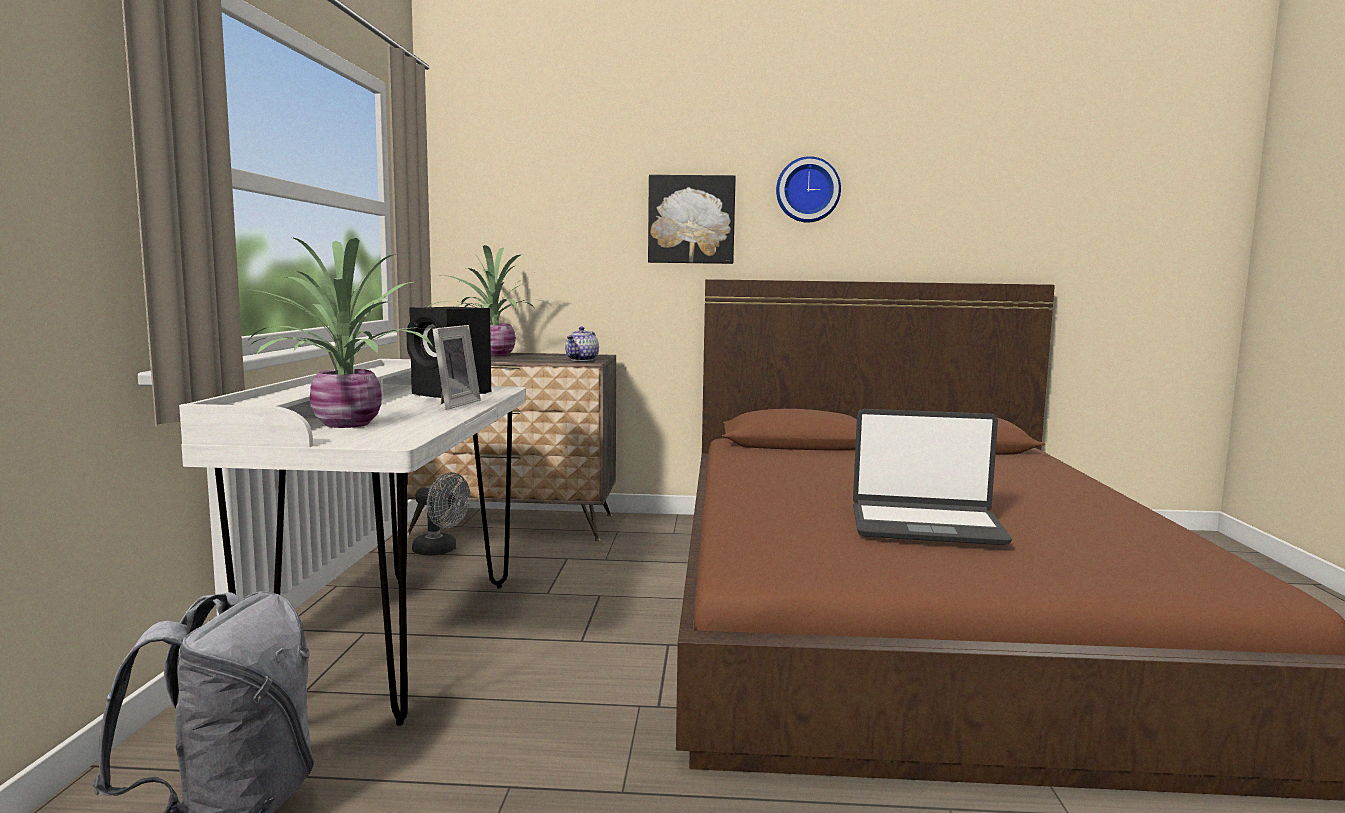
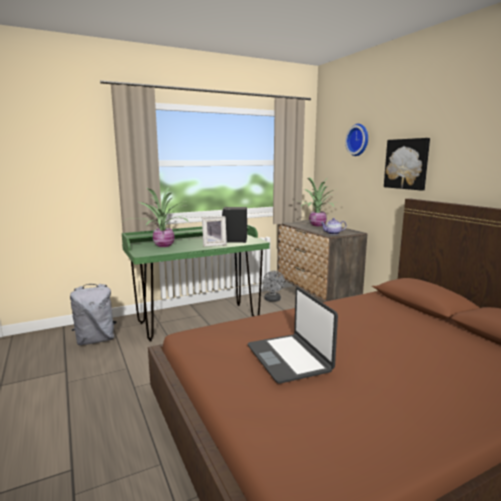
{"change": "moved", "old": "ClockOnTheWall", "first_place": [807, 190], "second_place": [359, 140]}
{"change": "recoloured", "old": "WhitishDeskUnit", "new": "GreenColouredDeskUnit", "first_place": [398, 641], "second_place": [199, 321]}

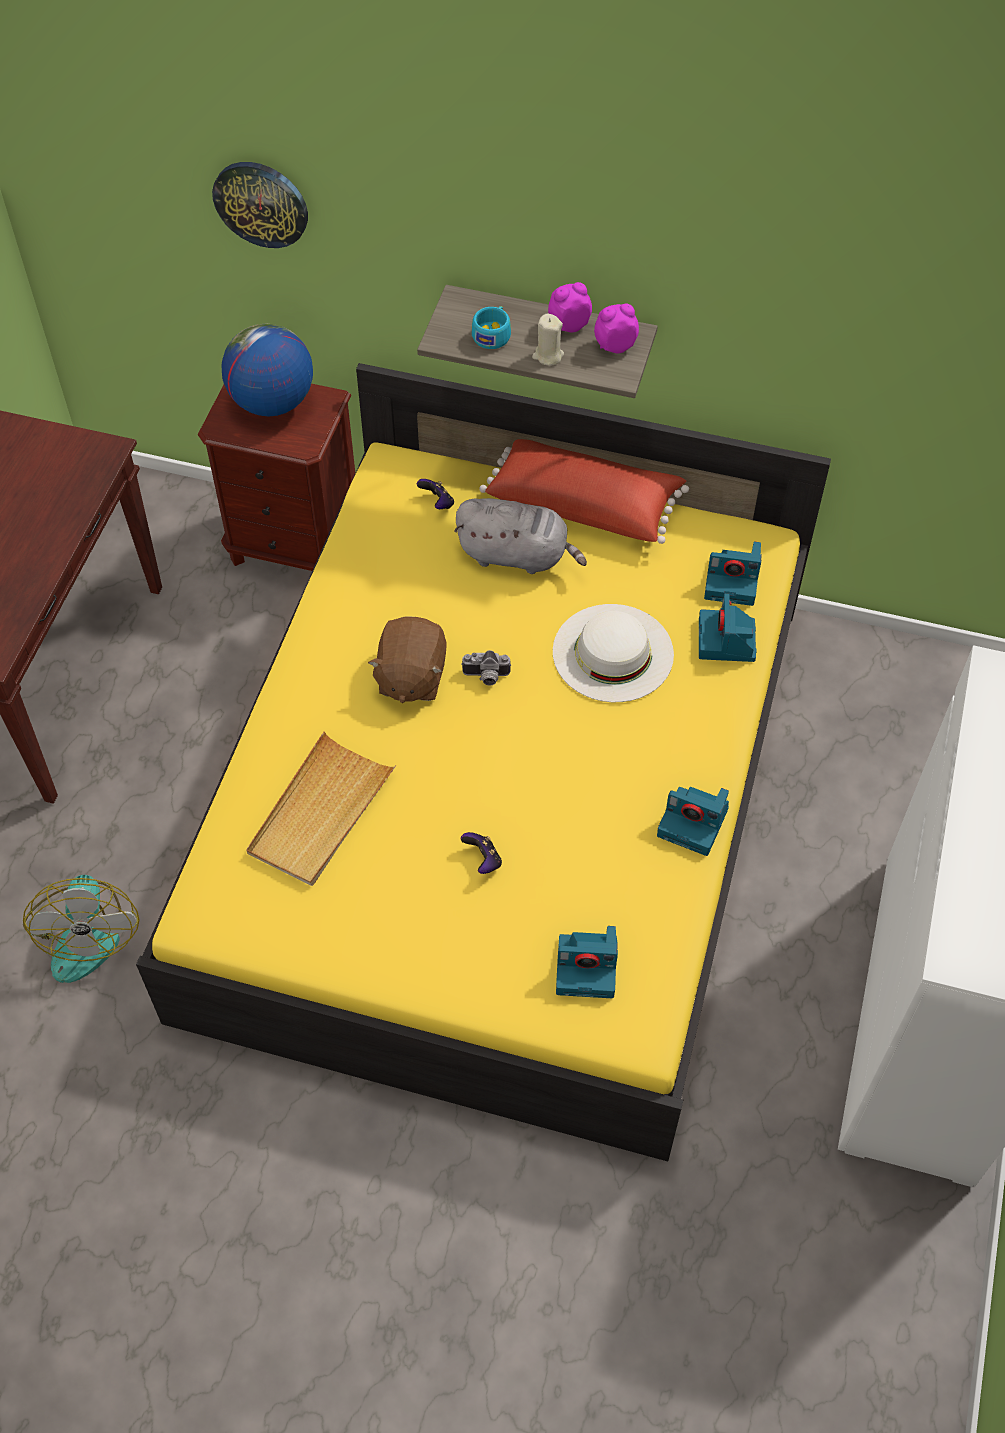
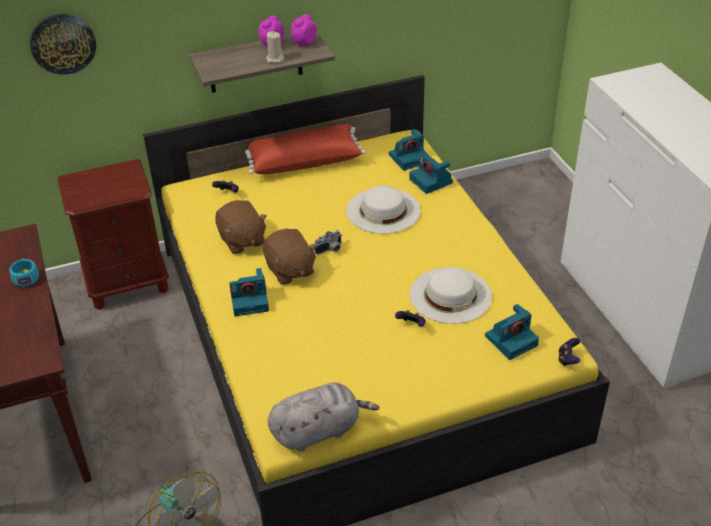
{"change": "moved", "old": "TurquoiseColouredCup", "first_place": [493, 334], "second_place": [26, 277]}
{"change": "removed", "old": "DeskGlobe", "first_place": [272, 402]}
{"change": "moved", "old": "GreySoftToy", "first_place": [517, 555], "second_place": [319, 430]}
{"change": "removed", "old": "BeigeServingTray", "first_place": [320, 813]}
{"change": "moved", "old": "StillCamera", "first_place": [694, 822], "second_place": [250, 300]}
{"change": "added", "new": "BrownColouredSoftToy", "second_place": [242, 240]}
{"change": "added", "new": "WhitishWearableHat", "second_place": [450, 295]}
{"change": "added", "new": "GameController", "second_place": [568, 359]}

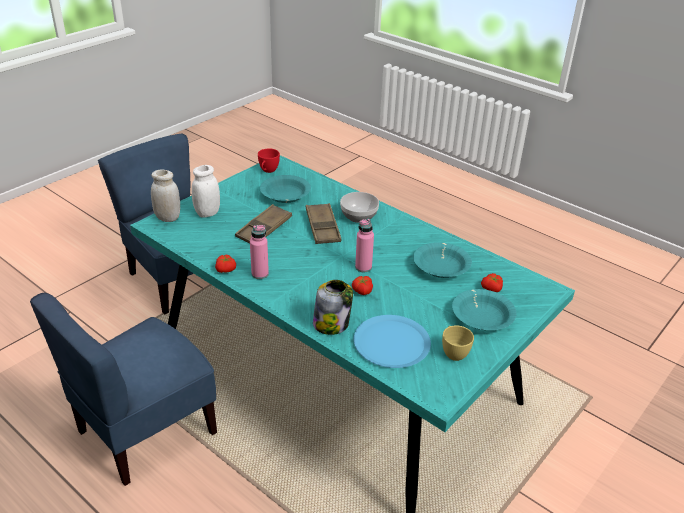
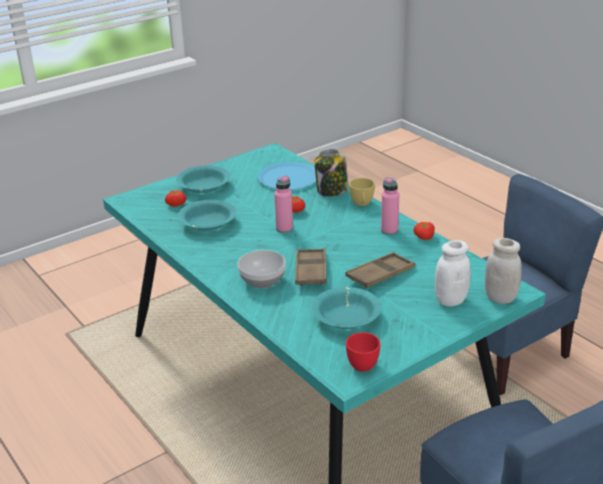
{"change": "moved", "old": "YellowCup", "first_place": [453, 352], "second_place": [362, 204]}

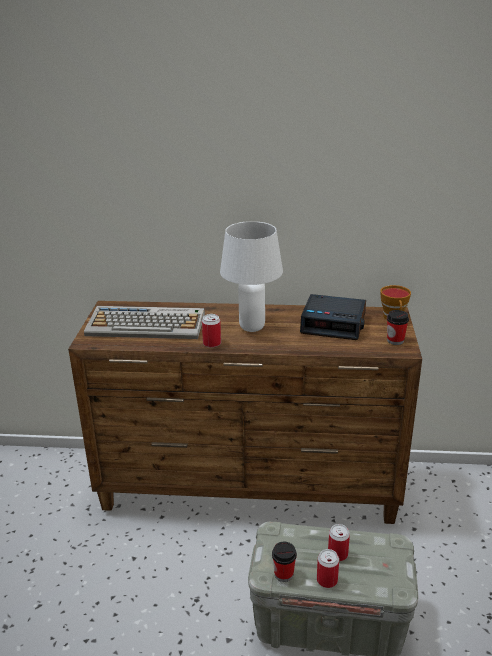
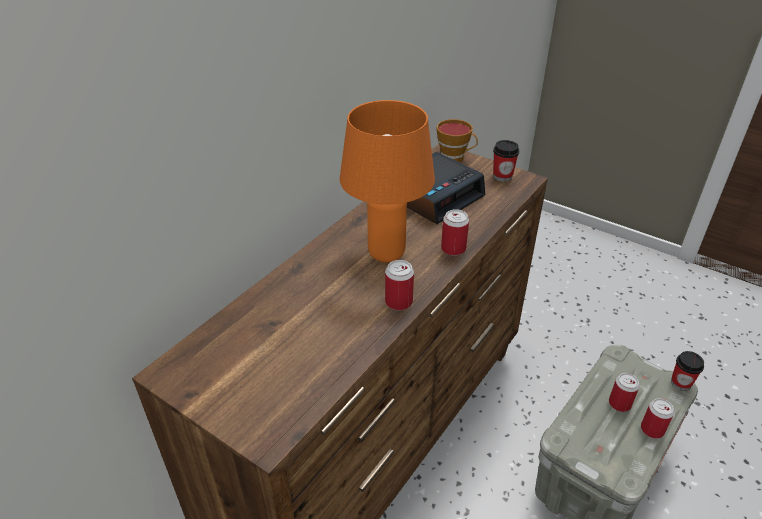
{"change": "recoloured", "old": "WhitishTabletopLamp", "new": "OrangeyTabletopLamp", "first_place": [251, 327], "second_place": [385, 253]}
{"change": "removed", "old": "ComputerKeyboard", "first_place": [147, 324]}
{"change": "moved", "old": "Cup", "first_place": [283, 574], "second_place": [681, 383]}
{"change": "added", "new": "MetalCan", "second_place": [453, 249]}

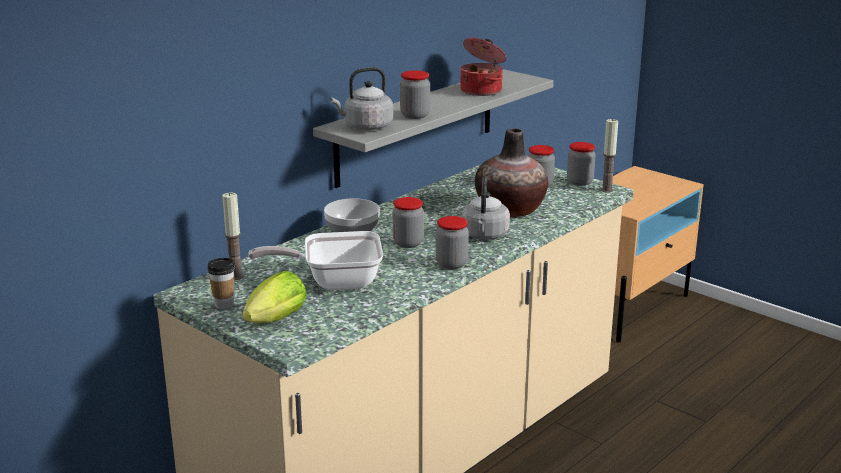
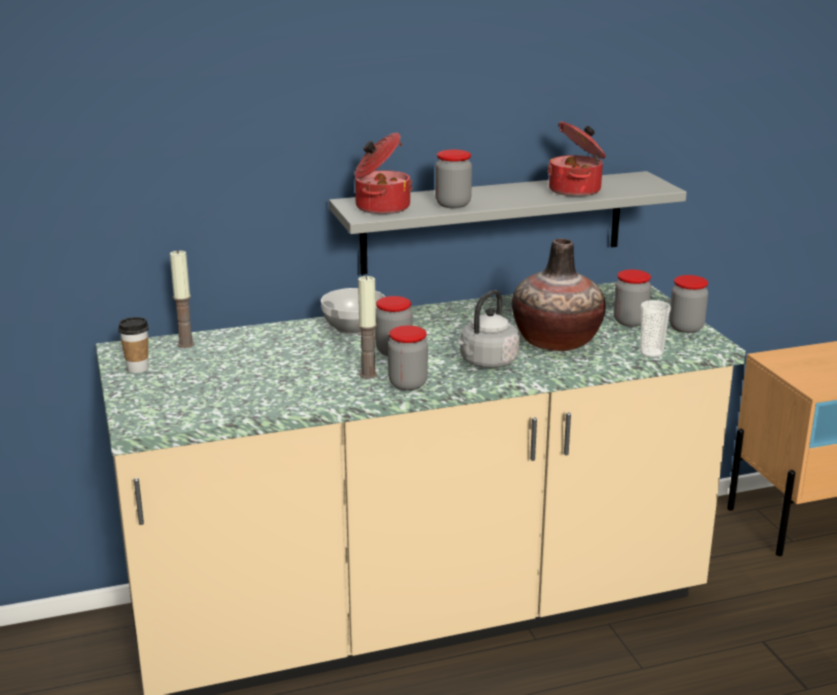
{"change": "replaced", "old": "GreyKettle", "new": "CookingPot", "first_place": [366, 127], "second_place": [381, 207]}
{"change": "moved", "old": "WaxCandle", "first_place": [607, 190], "second_place": [368, 375]}
{"change": "removed", "old": "FryingPan", "first_place": [334, 282]}
{"change": "removed", "old": "HeadOfLettuce", "first_place": [273, 322]}
{"change": "added", "new": "Cup", "second_place": [651, 353]}

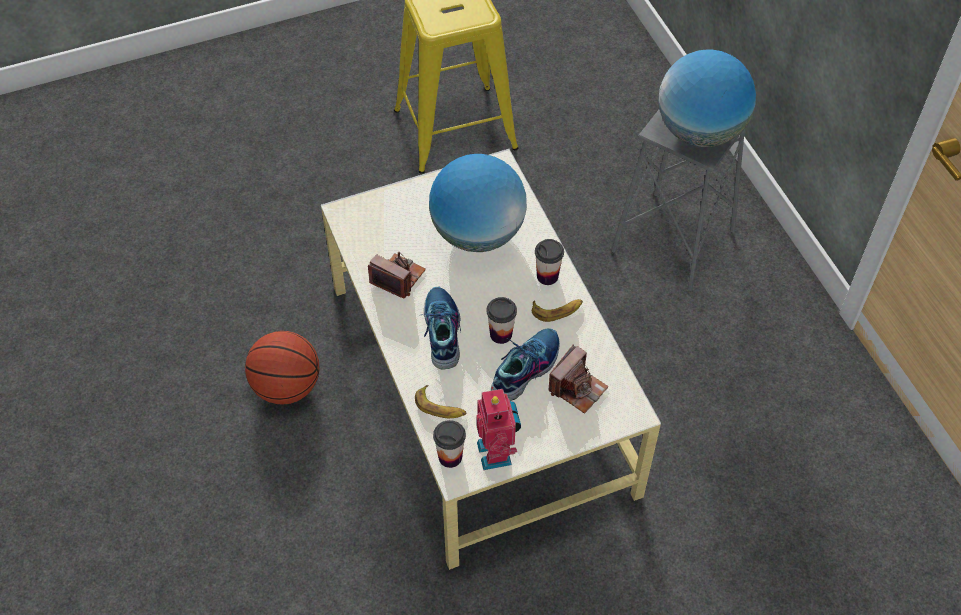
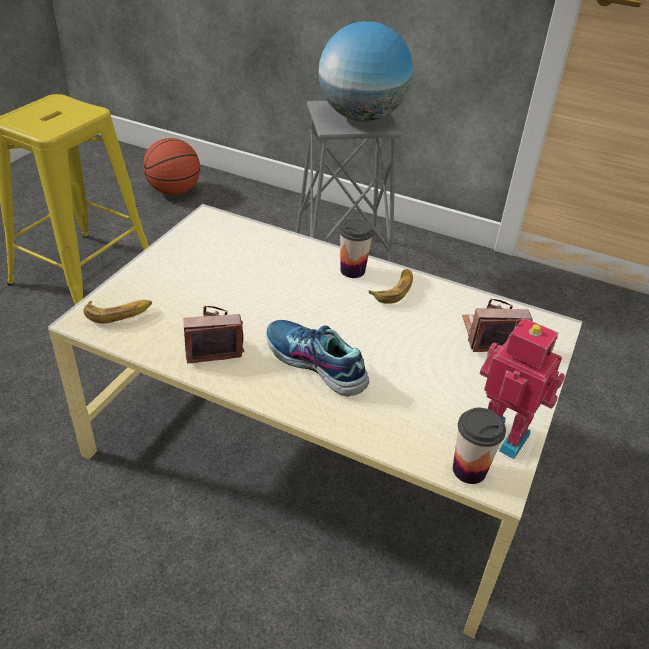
{"change": "removed", "old": "DeskGlobe", "first_place": [478, 233]}
{"change": "removed", "old": "Cup", "first_place": [501, 334]}
{"change": "removed", "old": "ItemOfFootwear", "first_place": [525, 368]}
{"change": "moved", "old": "BallForBasketball", "first_place": [286, 387], "second_place": [174, 192]}
{"change": "turned", "old": "StillCamera", "first_place": [577, 388], "second_place": [490, 335], "degrees": -90}
{"change": "moved", "old": "BananaFruit", "first_place": [440, 407], "second_place": [119, 313]}

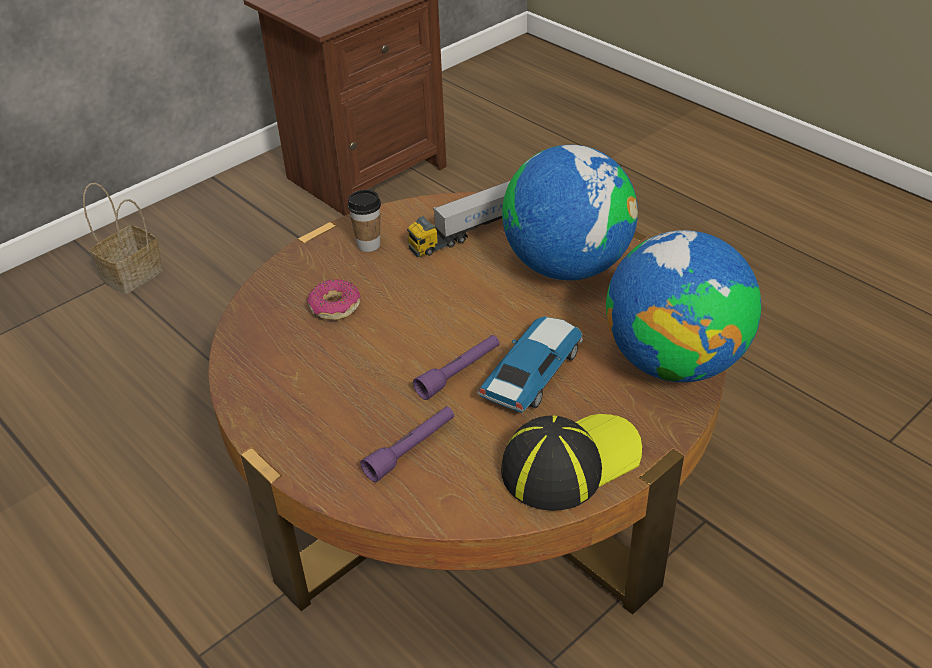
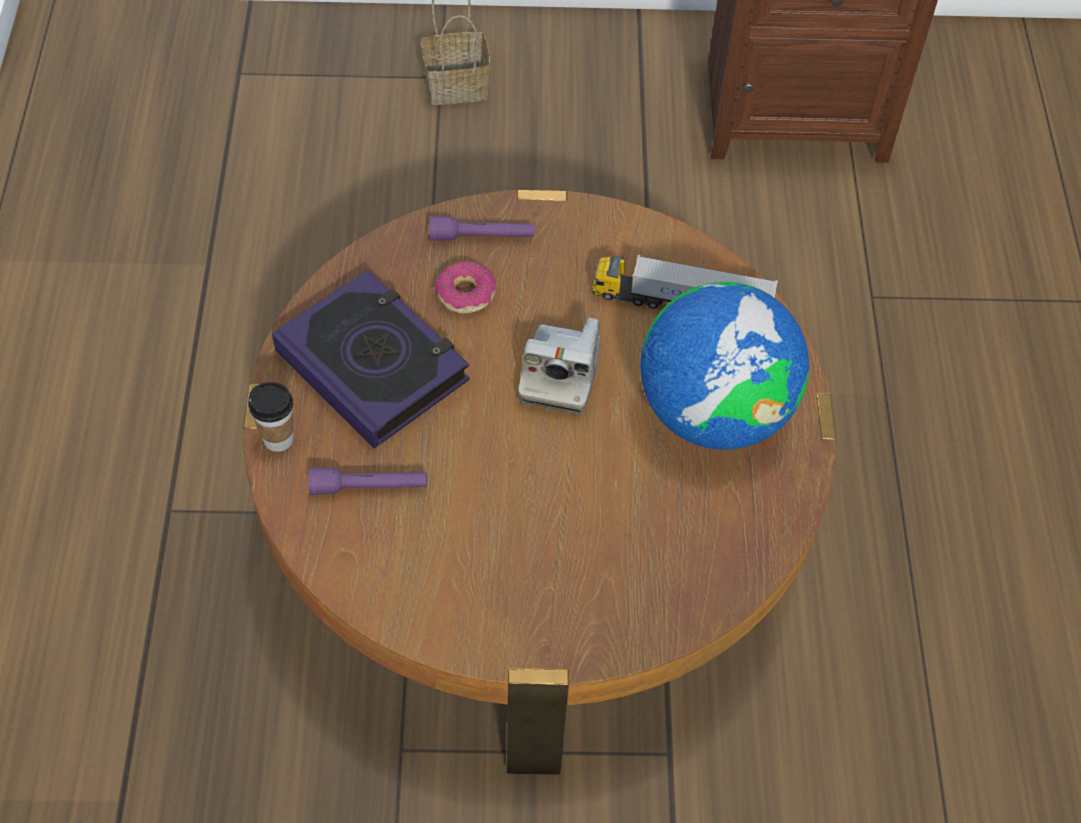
{"change": "moved", "old": "Cup", "first_place": [368, 245], "second_place": [278, 439]}
{"change": "removed", "old": "DeskGlobe", "first_place": [675, 361]}
{"change": "removed", "old": "ToyCar", "first_place": [533, 372]}
{"change": "moved", "old": "PurplishHandTorch", "first_place": [459, 373], "second_place": [482, 237]}
{"change": "removed", "old": "BaseballCap", "first_place": [570, 462]}
{"change": "added", "new": "Book", "second_place": [372, 365]}
{"change": "added", "new": "StillCamera", "second_place": [559, 374]}

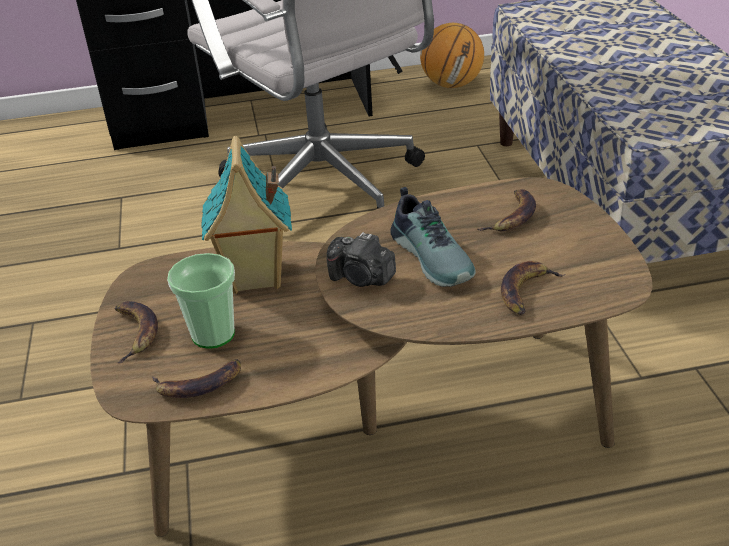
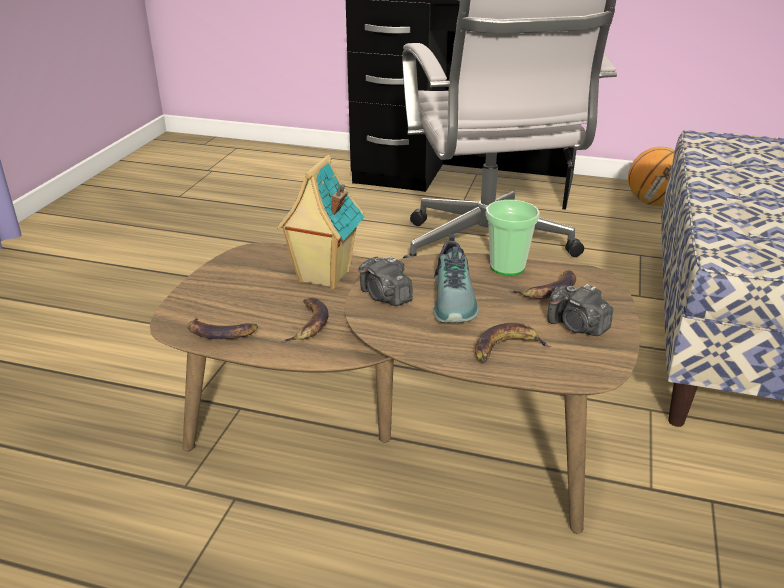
{"change": "moved", "old": "Cup", "first_place": [213, 334], "second_place": [507, 267]}
{"change": "moved", "old": "BananaFruit", "first_place": [135, 332], "second_place": [308, 324]}
{"change": "added", "new": "StillCamera", "second_place": [577, 326]}

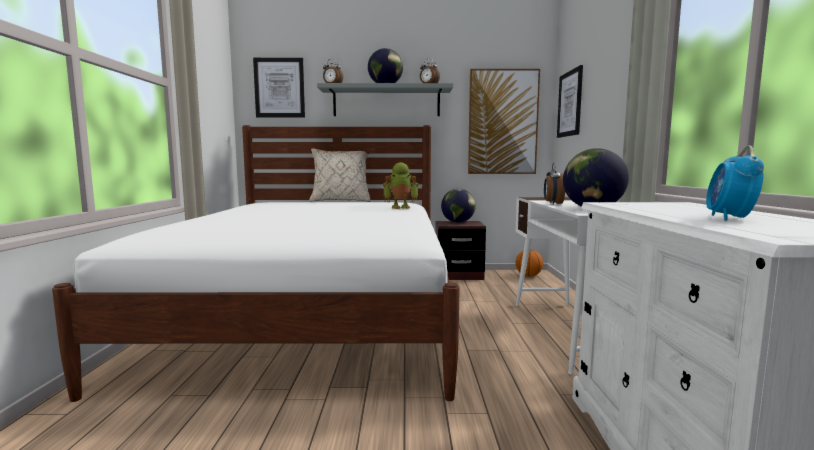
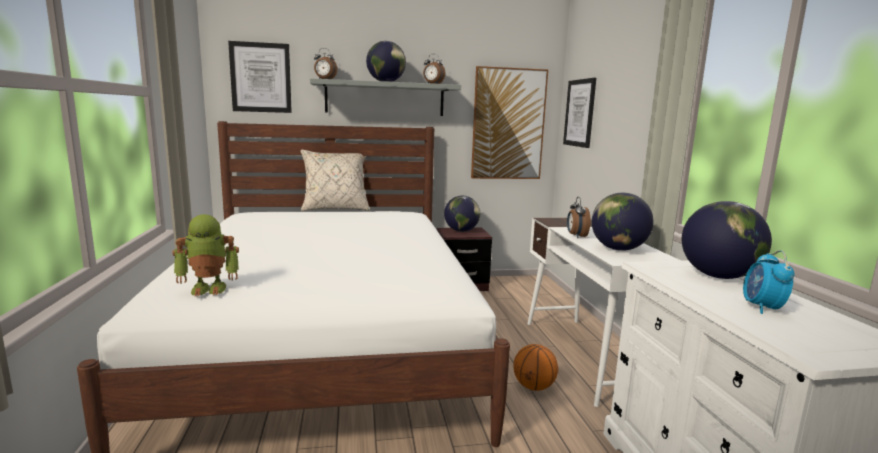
{"change": "moved", "old": "RobotFigure", "first_place": [401, 207], "second_place": [209, 288]}
{"change": "moved", "old": "BallForBasketball", "first_place": [528, 276], "second_place": [534, 387]}
{"change": "added", "new": "DeskGlobe", "second_place": [718, 276]}

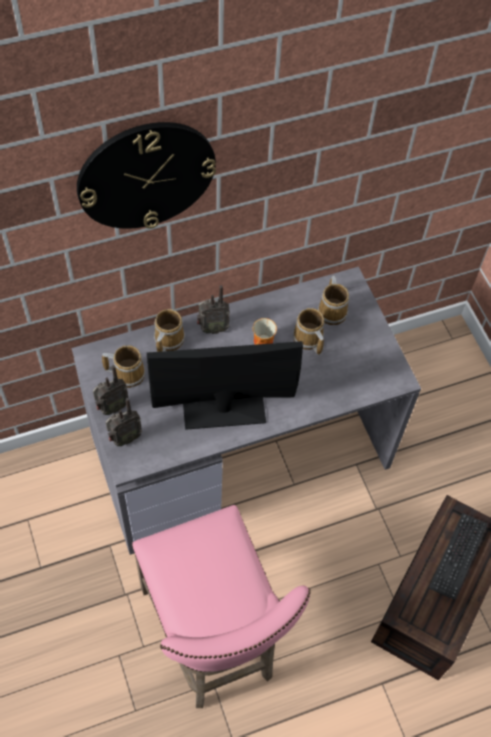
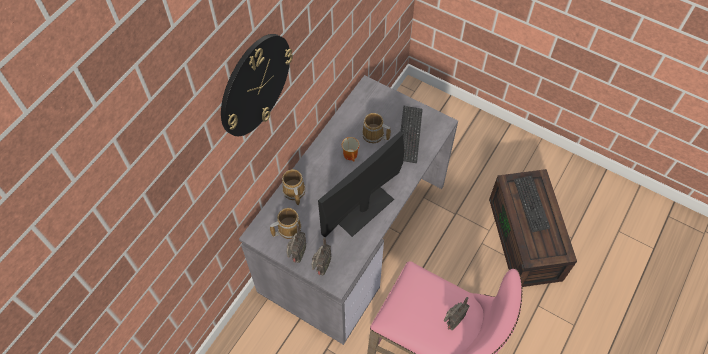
{"change": "removed", "old": "Mug", "first_place": [333, 310]}
{"change": "moved", "old": "RadioReceiver", "first_place": [212, 328], "second_place": [452, 322]}
{"change": "added", "new": "ComputerKeyboard", "second_place": [409, 135]}

